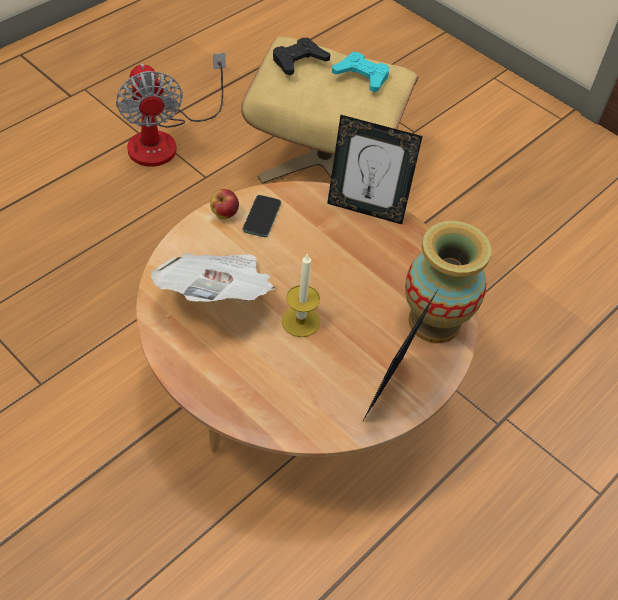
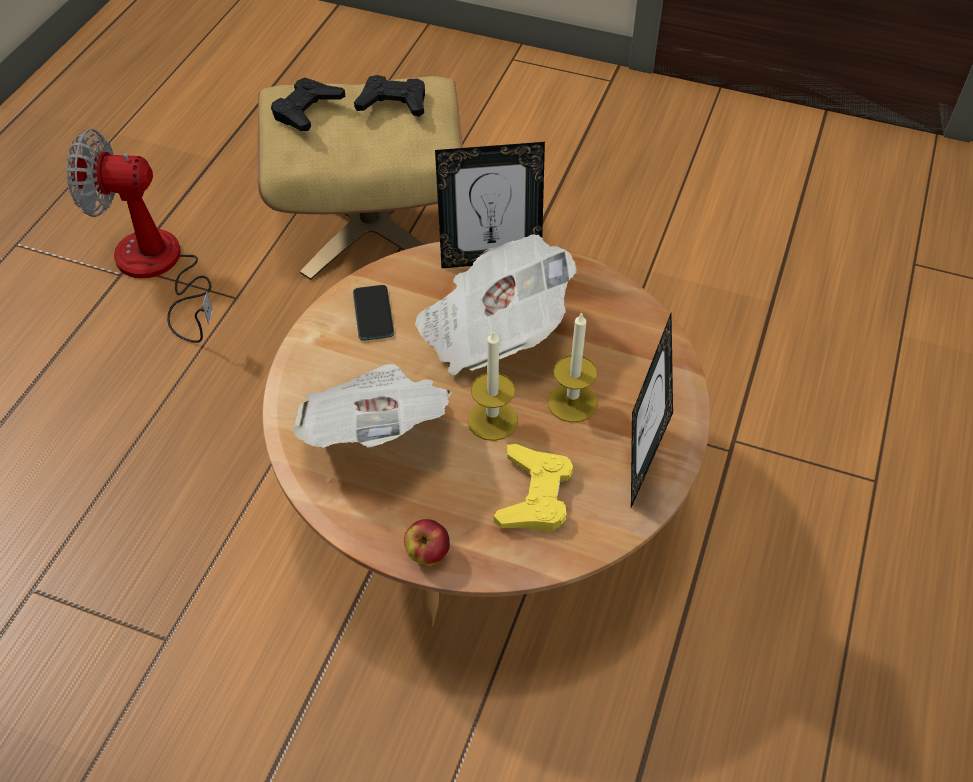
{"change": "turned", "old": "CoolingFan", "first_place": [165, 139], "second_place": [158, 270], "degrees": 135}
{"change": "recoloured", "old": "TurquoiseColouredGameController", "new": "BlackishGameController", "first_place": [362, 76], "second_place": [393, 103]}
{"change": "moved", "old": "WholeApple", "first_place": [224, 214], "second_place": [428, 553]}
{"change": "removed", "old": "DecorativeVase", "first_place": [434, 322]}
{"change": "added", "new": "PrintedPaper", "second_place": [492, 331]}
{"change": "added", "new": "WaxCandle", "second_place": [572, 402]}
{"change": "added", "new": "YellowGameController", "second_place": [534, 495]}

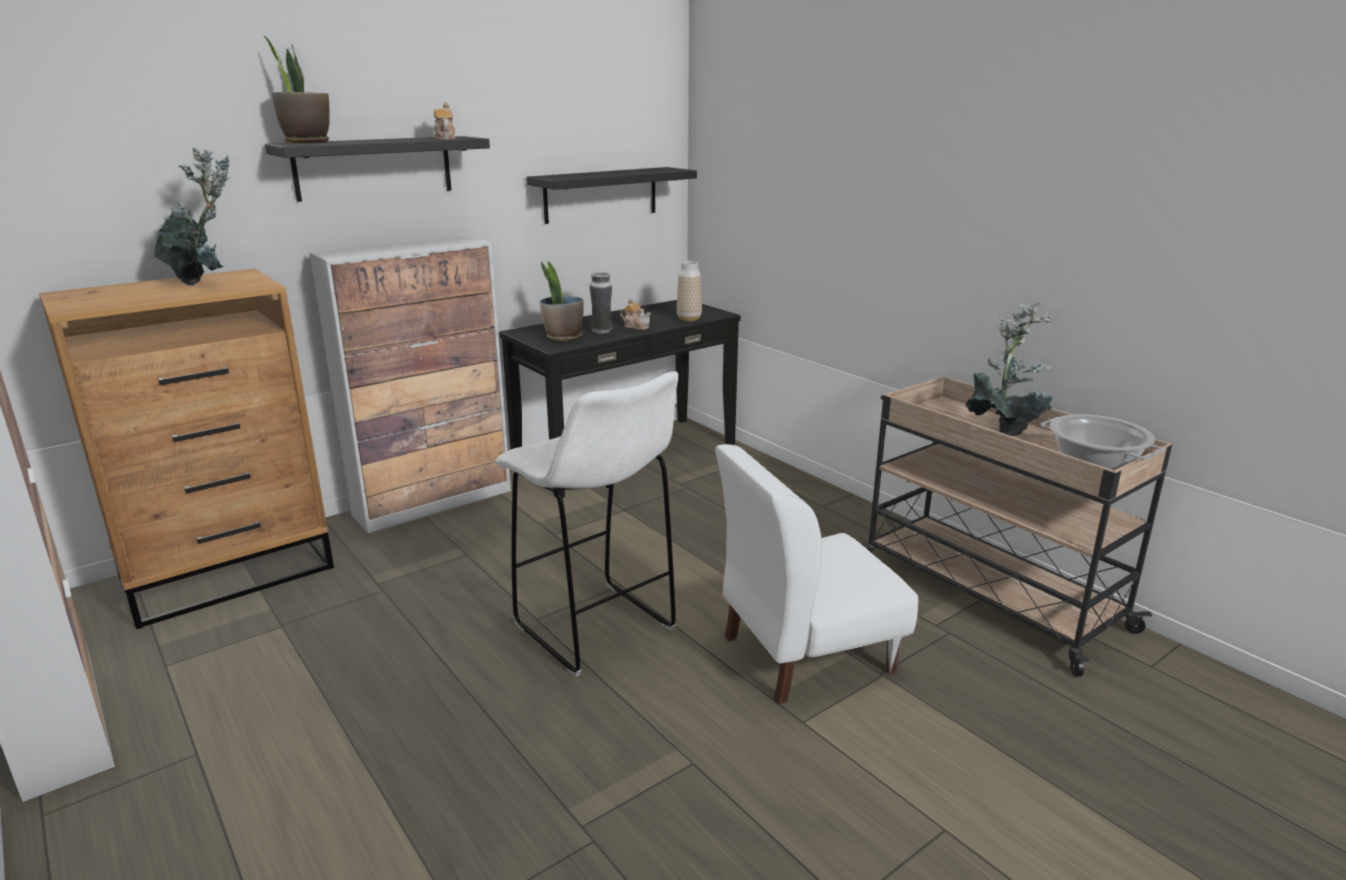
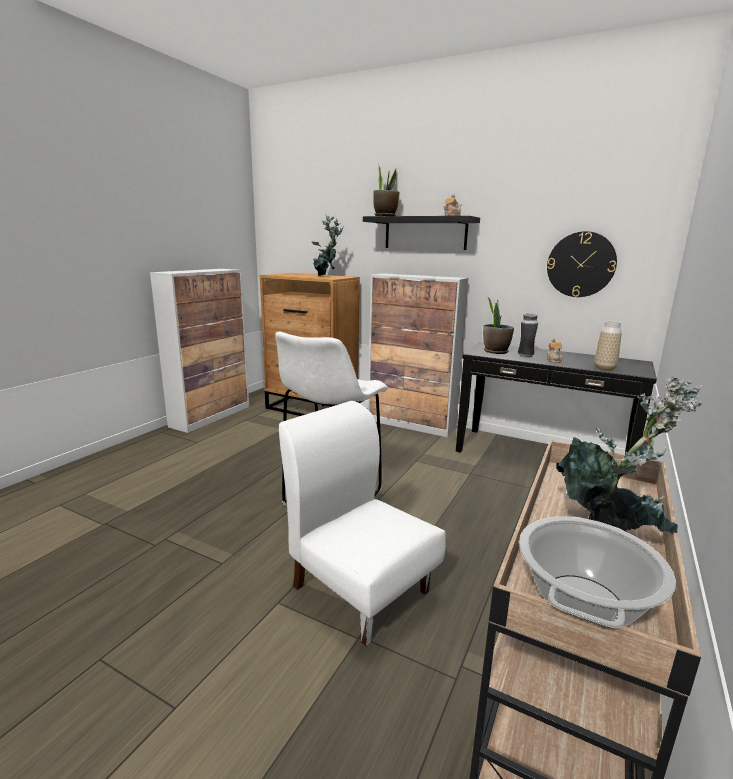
{"change": "replaced", "old": "BlackishBracketShelf", "new": "ClockOnTheWall", "first_place": [601, 194], "second_place": [581, 264]}

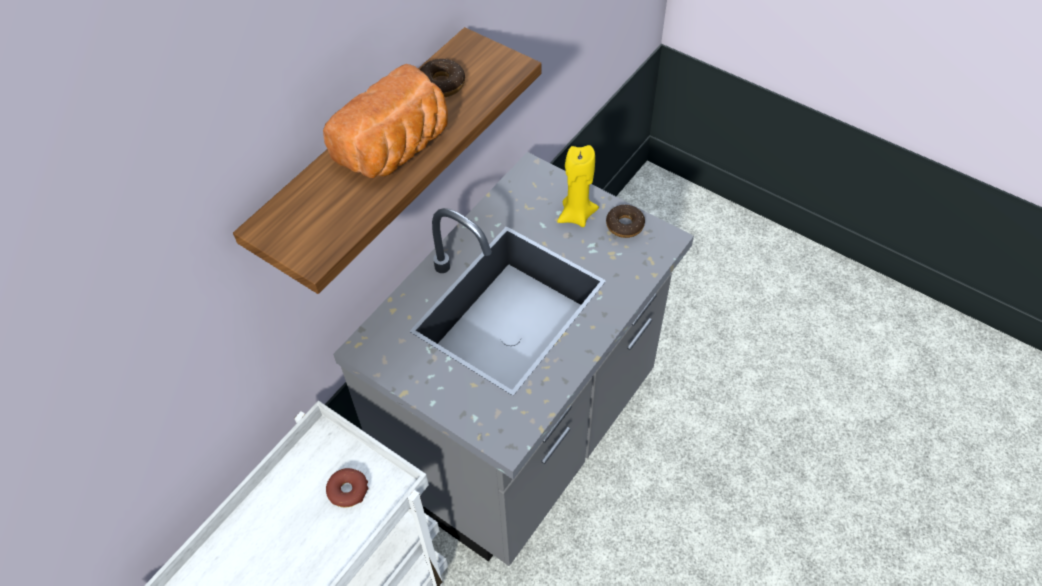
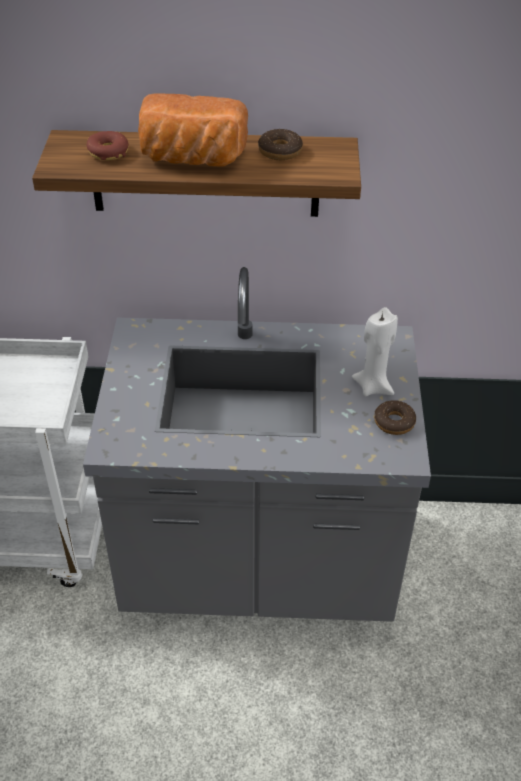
{"change": "recoloured", "old": "YellowWaxCandle", "new": "WhitishWaxCandle", "first_place": [576, 215], "second_place": [373, 386]}
{"change": "moved", "old": "Donut", "first_place": [348, 490], "second_place": [108, 152]}

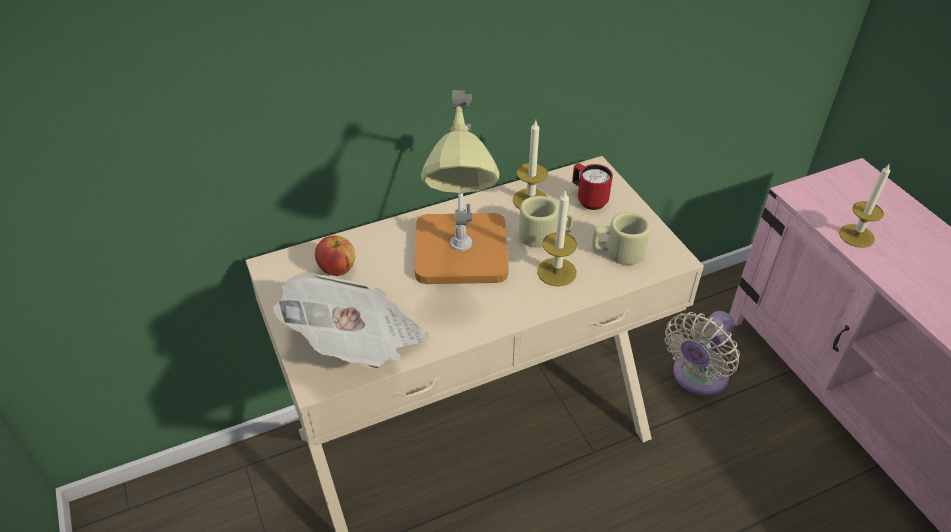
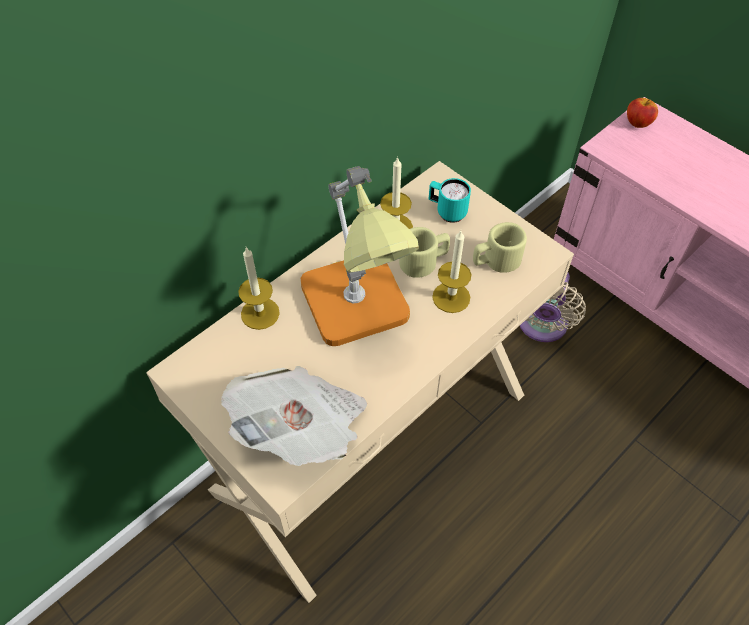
{"change": "recoloured", "old": "ReddishMug", "new": "TurquoiseColouredMug", "first_place": [588, 199], "second_place": [447, 212]}
{"change": "moved", "old": "WaxCandle", "first_place": [856, 236], "second_place": [260, 313]}
{"change": "moved", "old": "WholeApple", "first_place": [337, 269], "second_place": [638, 123]}

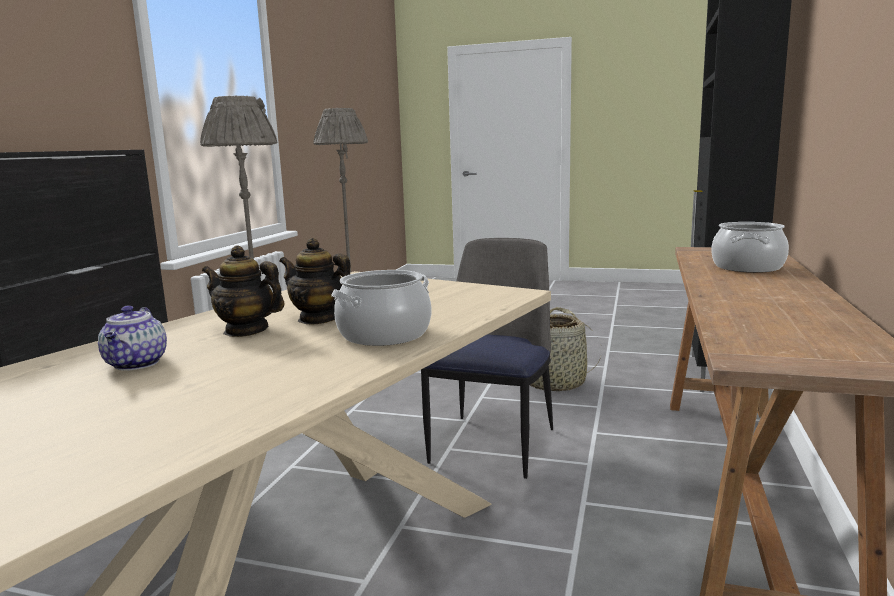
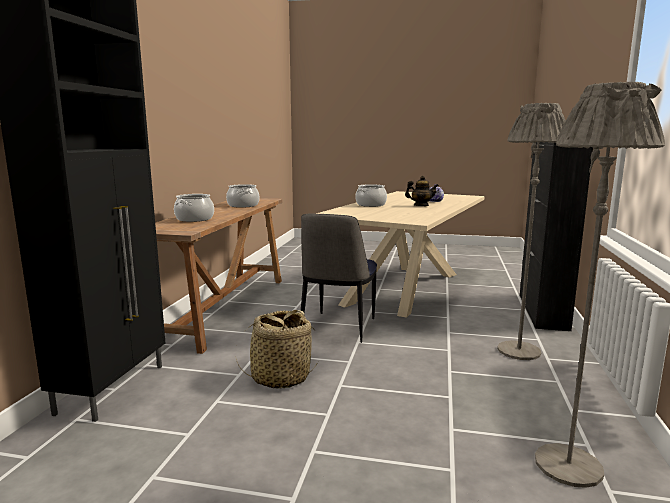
{"change": "removed", "old": "Teapot", "first_place": [319, 319]}
{"change": "added", "new": "CookingPot", "second_place": [243, 205]}

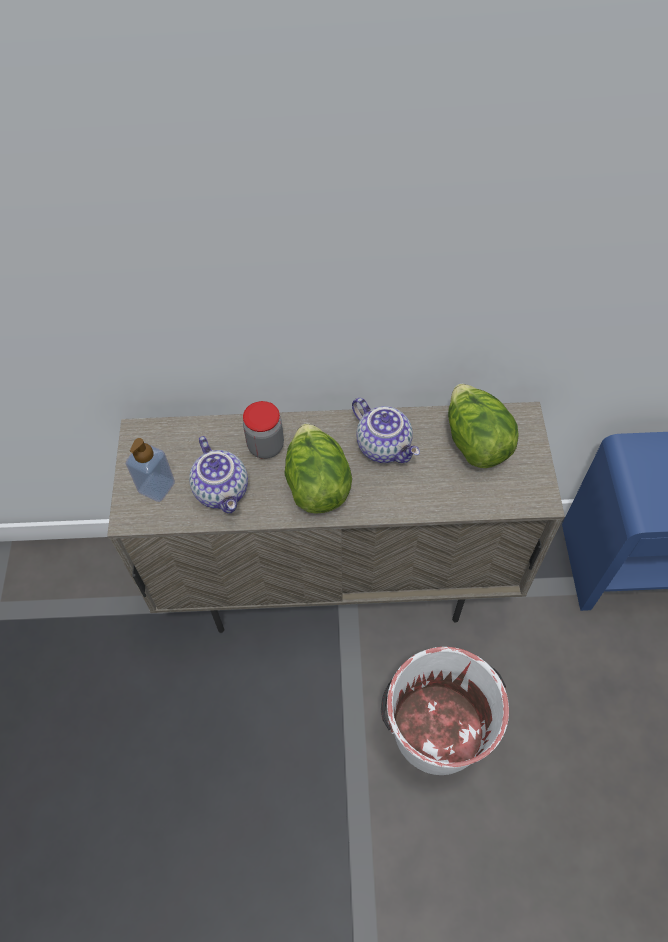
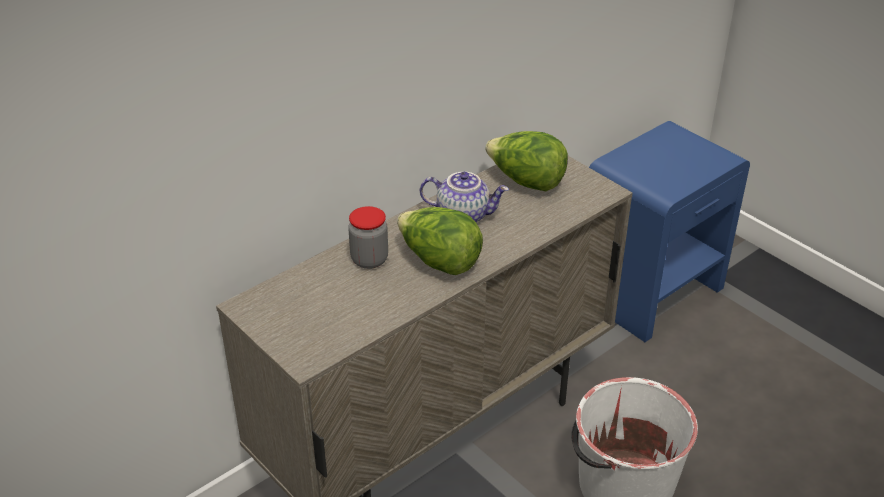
{"change": "removed", "old": "Teapot", "first_place": [223, 490]}
{"change": "removed", "old": "SoapBottle", "first_place": [156, 487]}

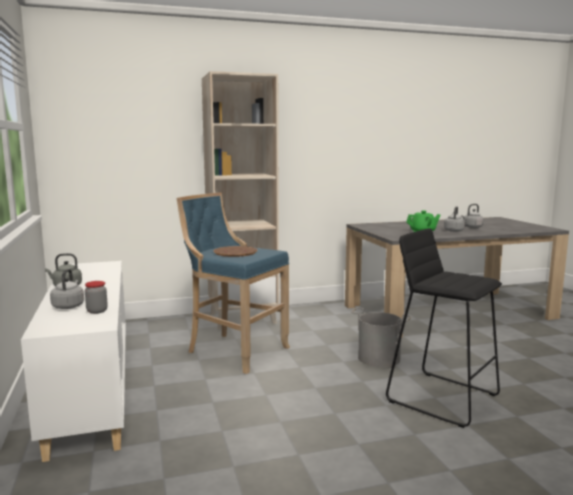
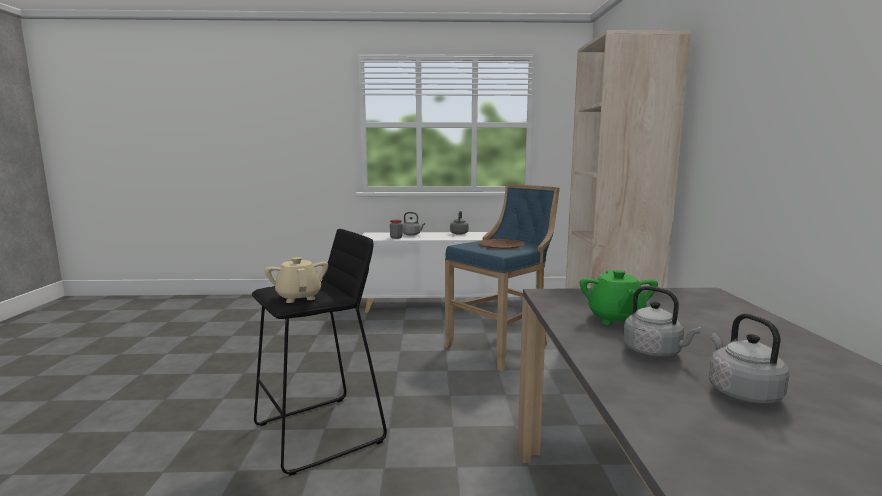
{"change": "removed", "old": "GreyPail", "first_place": [378, 358]}
{"change": "added", "new": "BeigeTeapot", "second_place": [299, 297]}

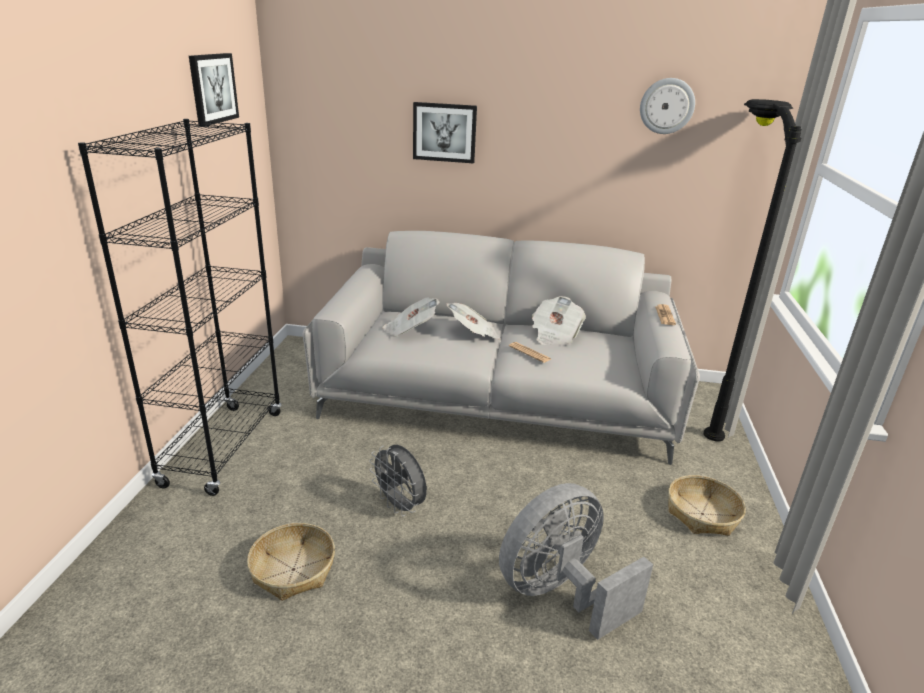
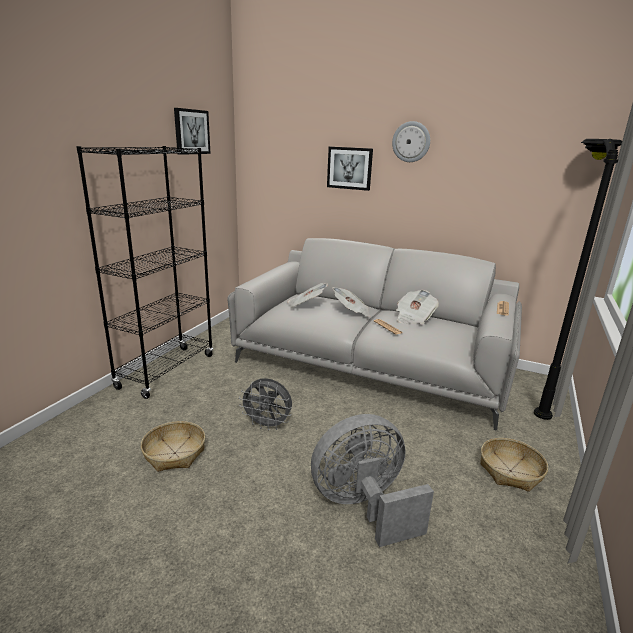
{"change": "moved", "old": "ClockOnTheWall", "first_place": [667, 106], "second_place": [411, 142]}
{"change": "turned", "old": "GreyCoolingFan", "first_place": [400, 506], "second_place": [267, 425], "degrees": -45}

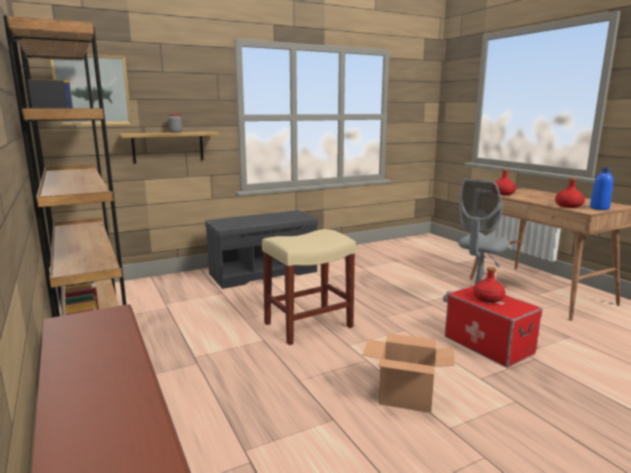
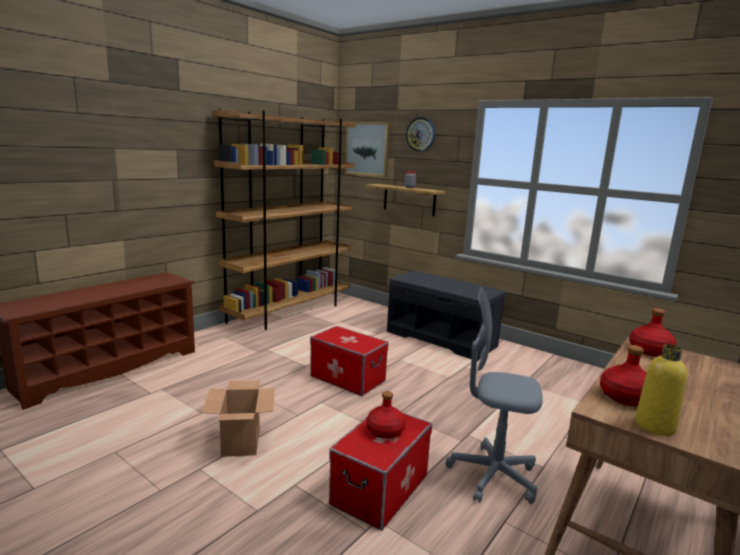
{"change": "recoloured", "old": "BlueBeverageBottle", "new": "YellowBeverageBottle", "first_place": [599, 208], "second_place": [655, 426]}
{"change": "replaced", "old": "BeigeSittingStool", "new": "StorageBin", "first_place": [309, 324], "second_place": [348, 378]}
{"change": "added", "new": "ClockOnTheWall", "second_place": [420, 134]}

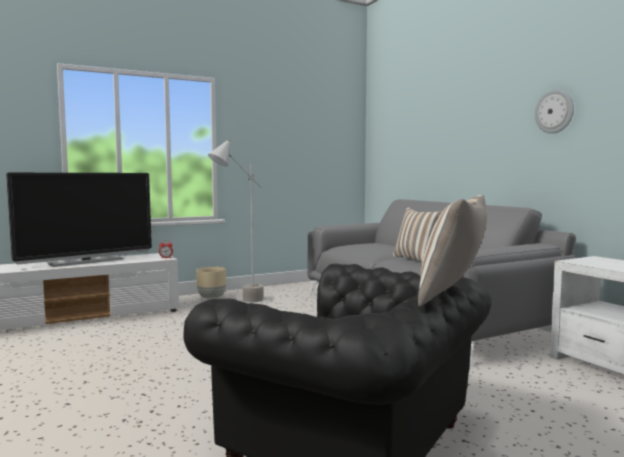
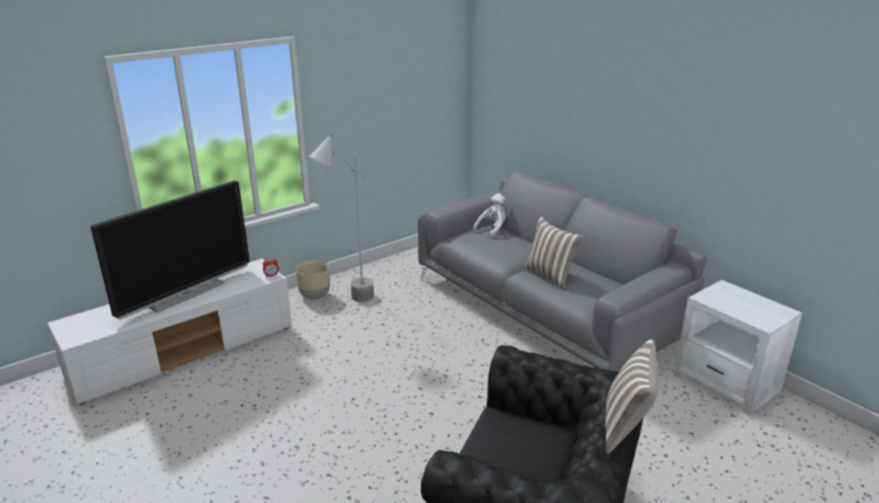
{"change": "removed", "old": "ClockOnTheWall", "first_place": [554, 111]}
{"change": "added", "new": "WhitishSoftToy", "second_place": [492, 229]}

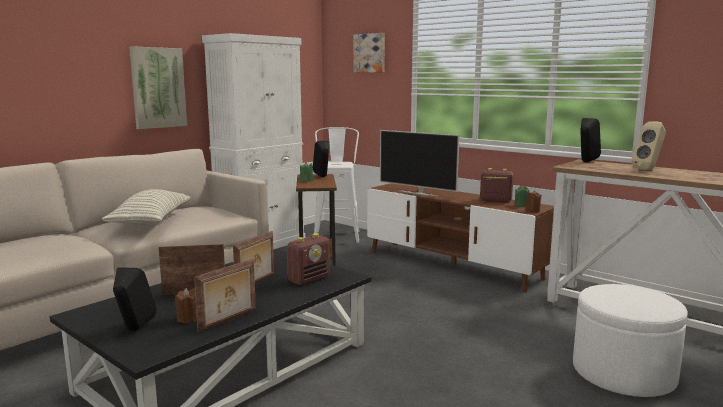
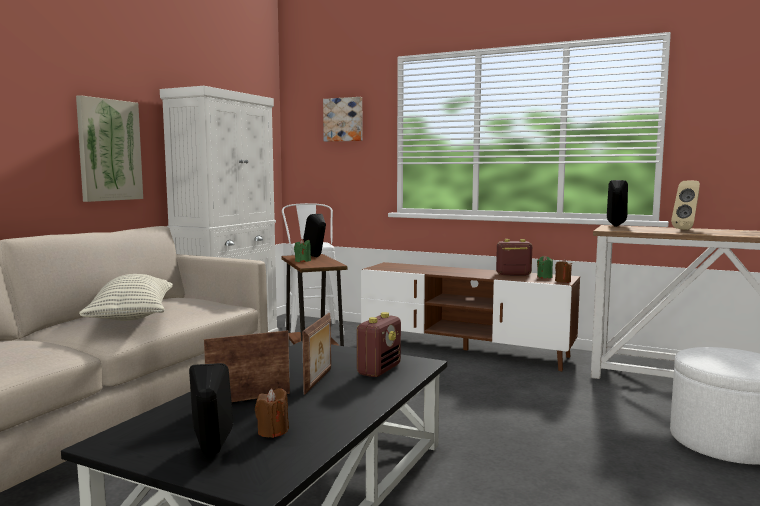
{"change": "removed", "old": "Television", "first_place": [418, 193]}
{"change": "removed", "old": "PhotoFrame", "first_place": [229, 321]}

